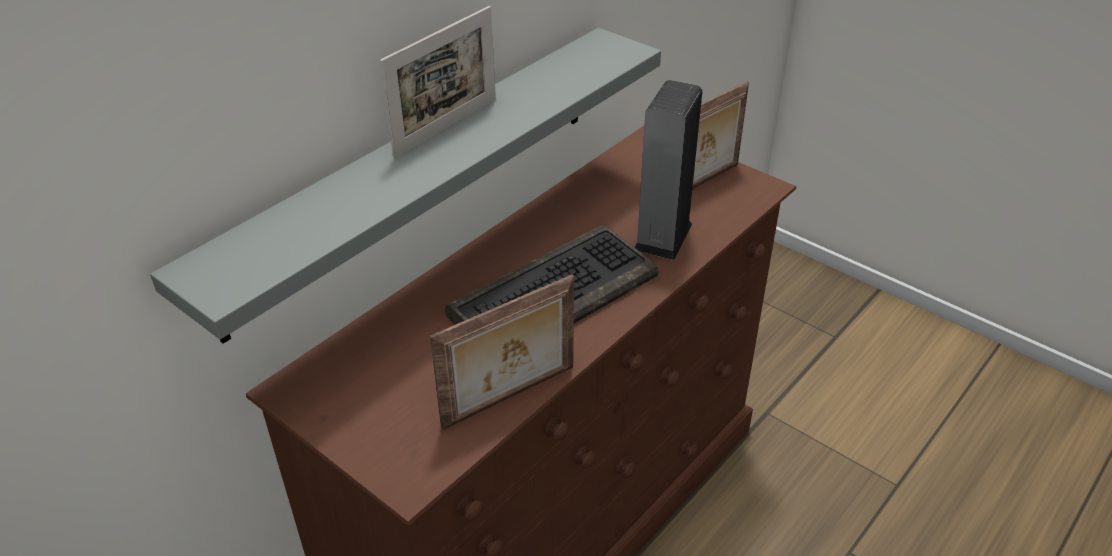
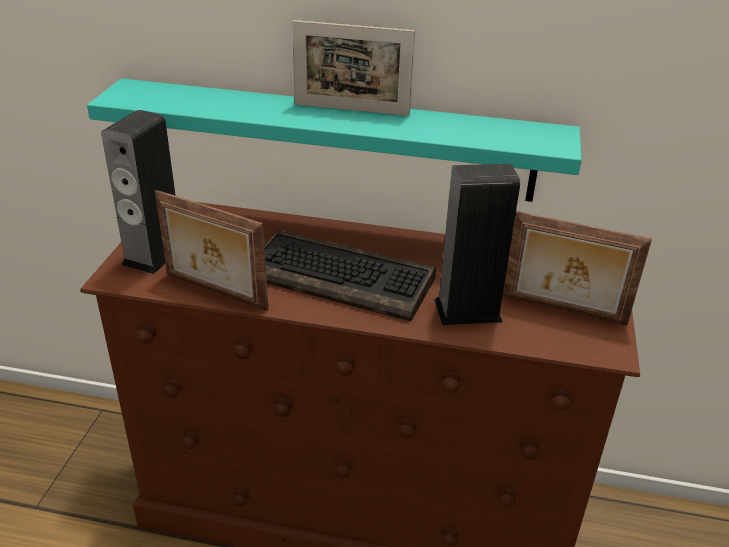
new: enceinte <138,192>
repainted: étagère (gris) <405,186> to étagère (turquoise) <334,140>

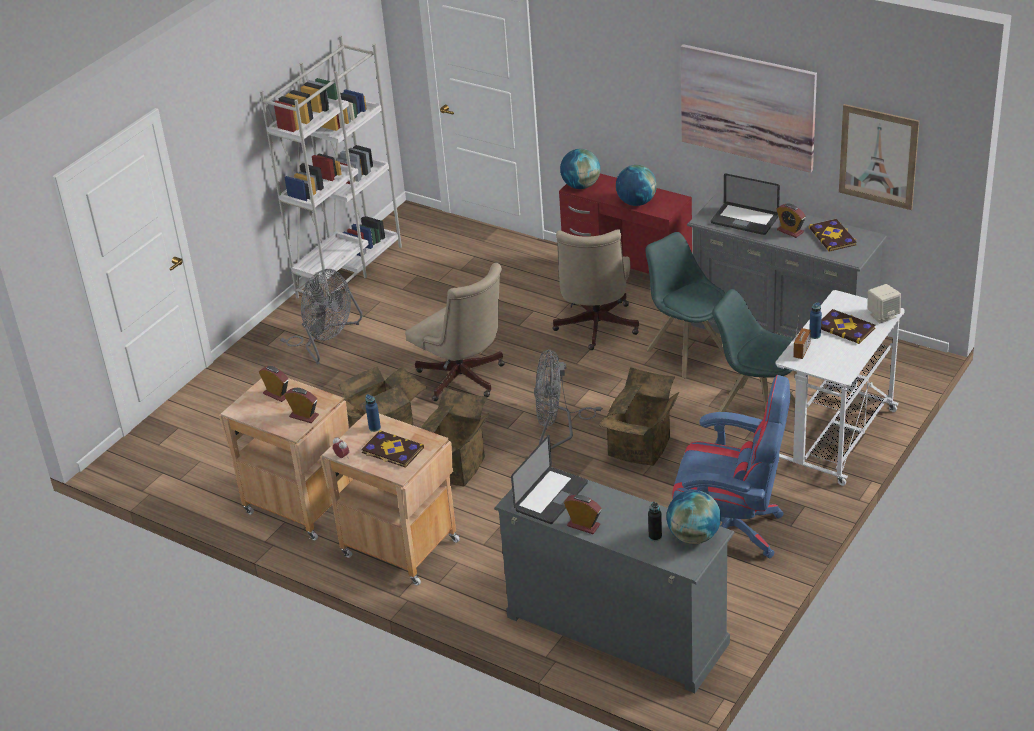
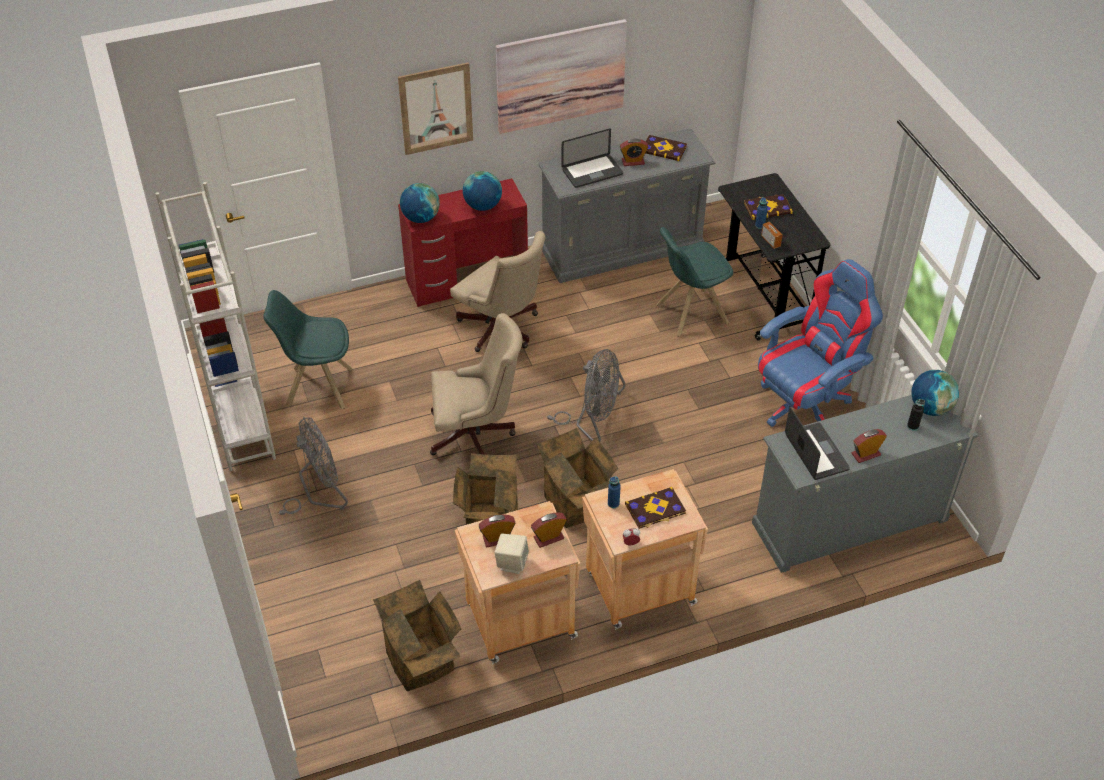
shifted: carton <639,416> to <417,635>; chaise (turquoise) <685,305> to <307,349>; tableau <879,157> to <435,108>; enceinte (beige) <884,303> to <512,554>
repainted: bureau (blanc) <840,388> to bureau (noir) <774,256>
rotated: ventilateur (gris) <568,399> = <586,395> 105 degrees counterclockwise

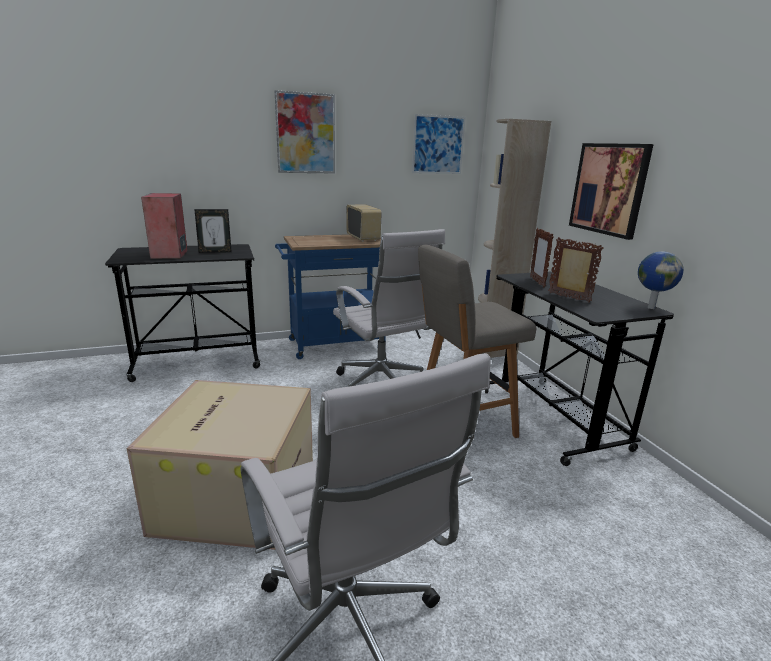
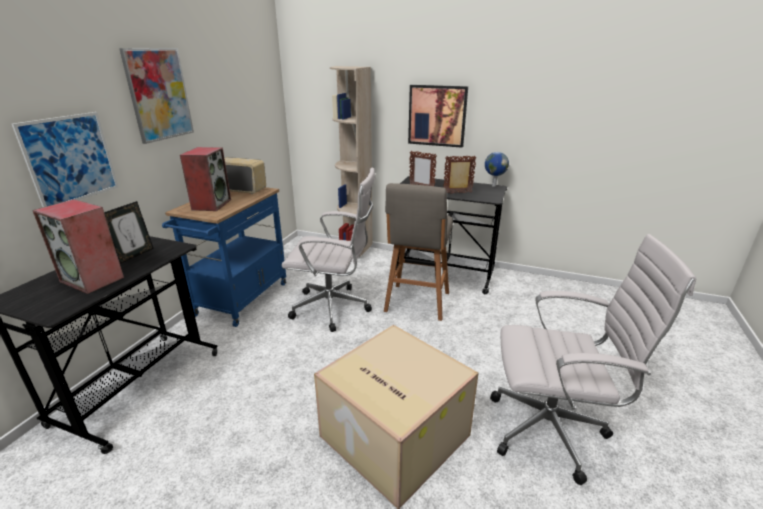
new: enceinte <205,179>
shifted: tableau <439,144> to <65,159>

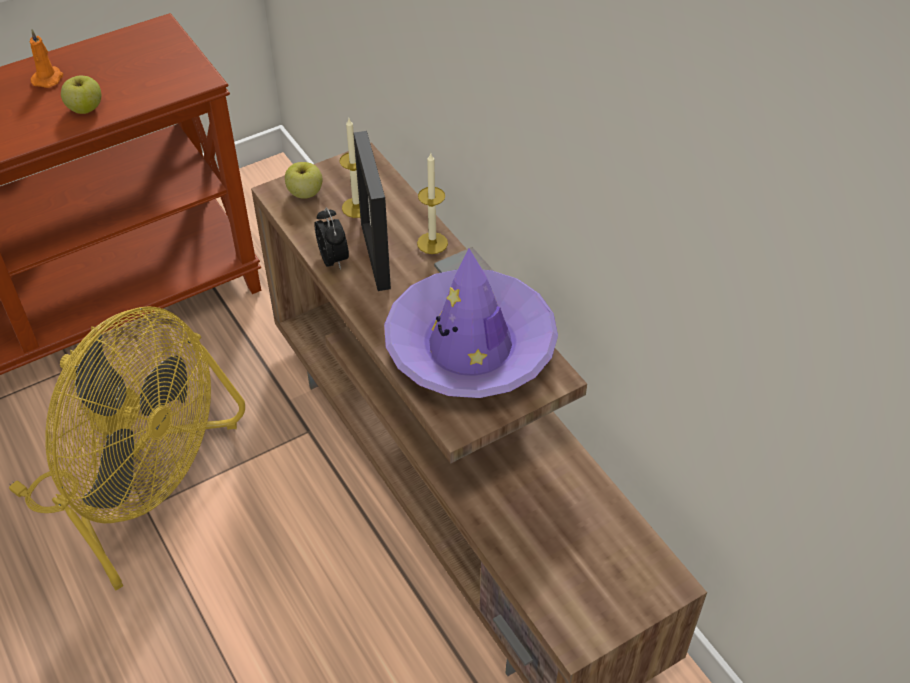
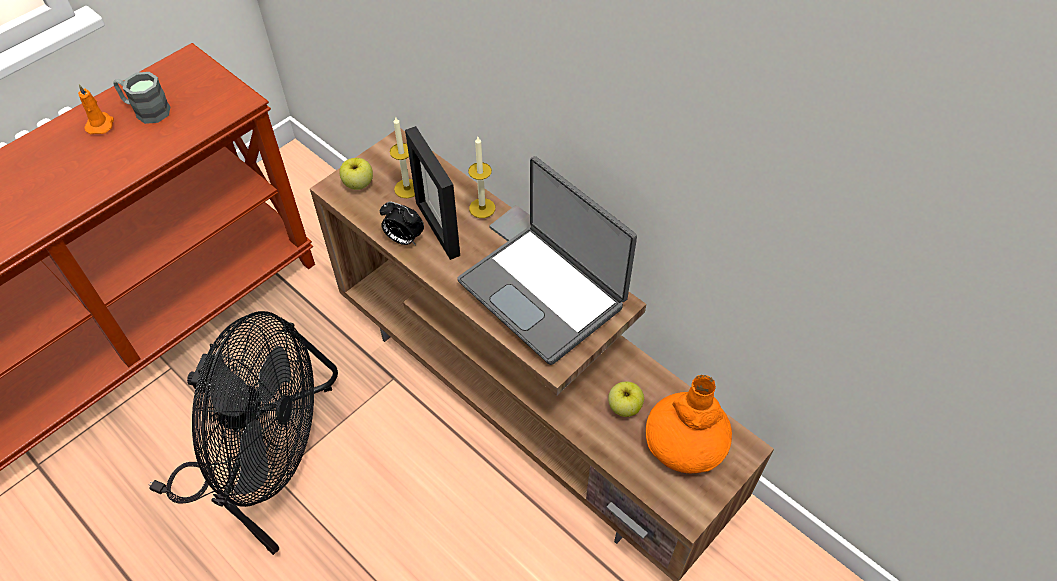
new: mug (gris) <141,98>; vase (orange) <689,424>
shifted: pomme <81,95> to <626,399>
swapped: chapeau (violet) <471,323> to ordinateur portable <547,260>
repainted: ventilateur (jaune) <127,448> to ventilateur (noir) <243,433>
rotated: réveil <331,238> = <402,223> 150 degrees clockwise

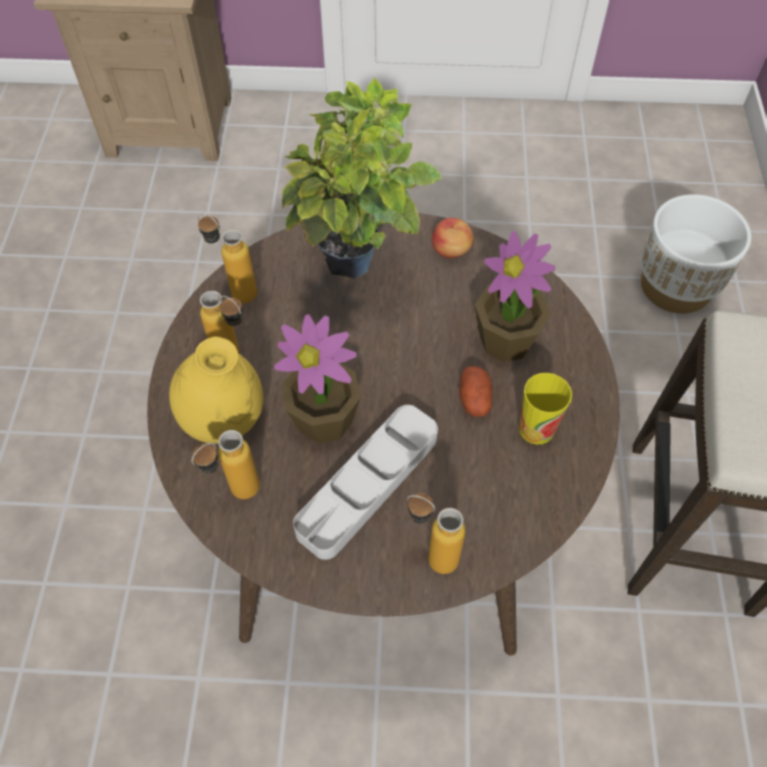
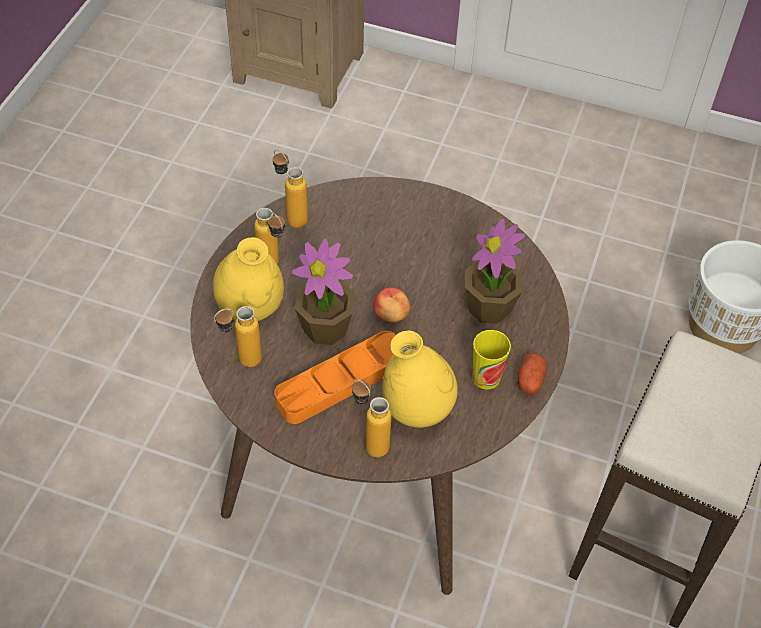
gone: plante en pot <362,178>
new: vase (jaune) <420,379>
shifted: pomme <453,238> to <391,305>; pomme de terre <475,391> to <532,373>
repainted: plateau (gris) <365,482> to plateau (orange) <334,377>

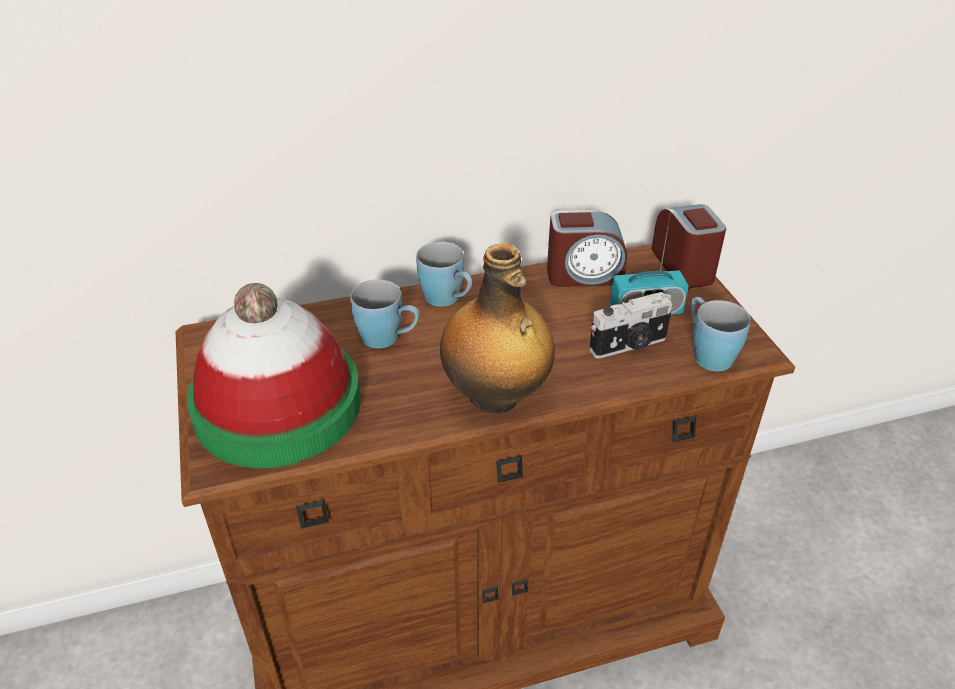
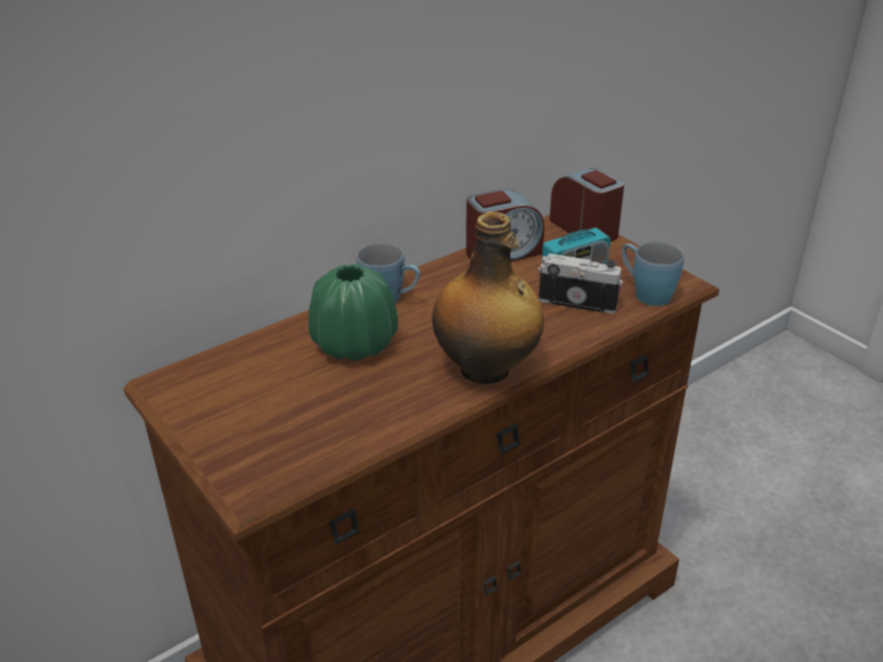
gone: chapeau <274,375>
swapped: mug (bleu) <384,313> to vase (vert) <353,312>
rotated: appareil photo <631,325> = <580,283> 120 degrees counterclockwise

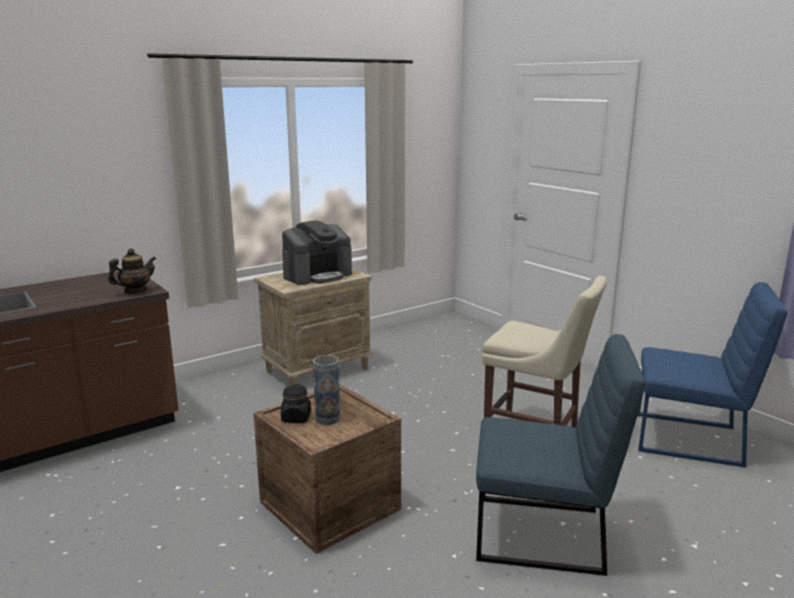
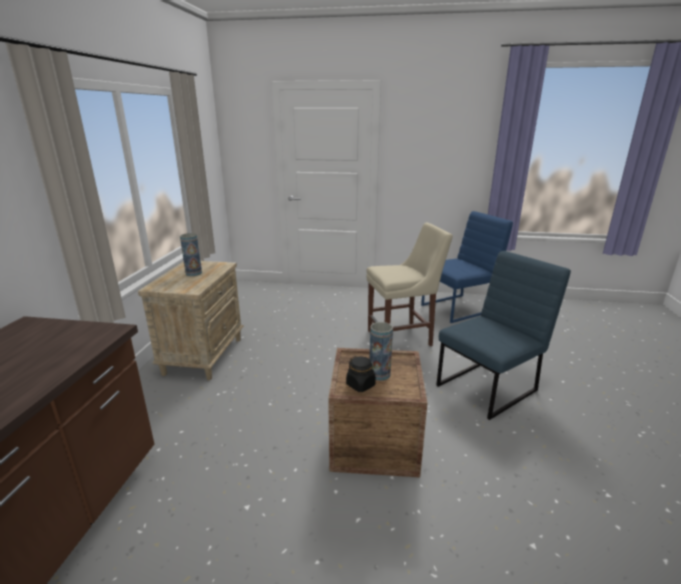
gone: théière <132,270>
swapped: machine à café <317,252> to vase <191,254>

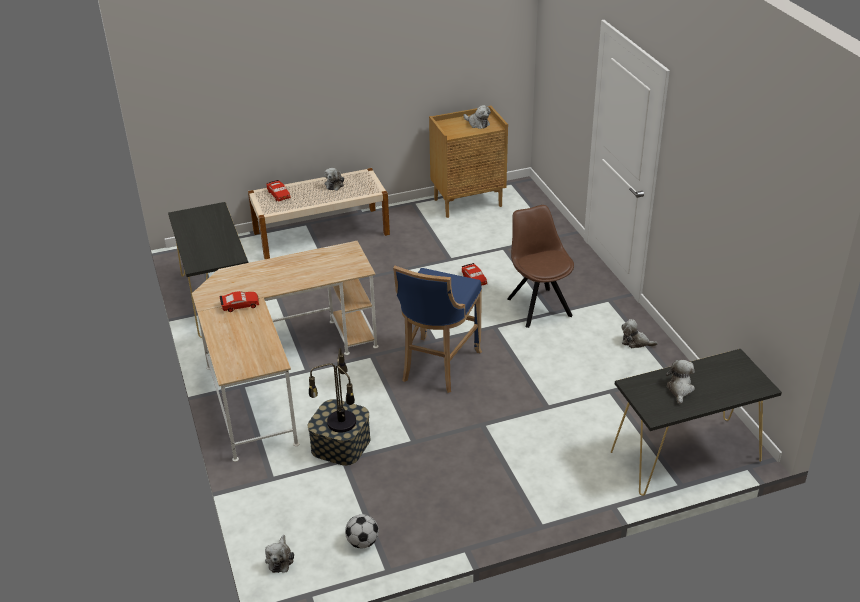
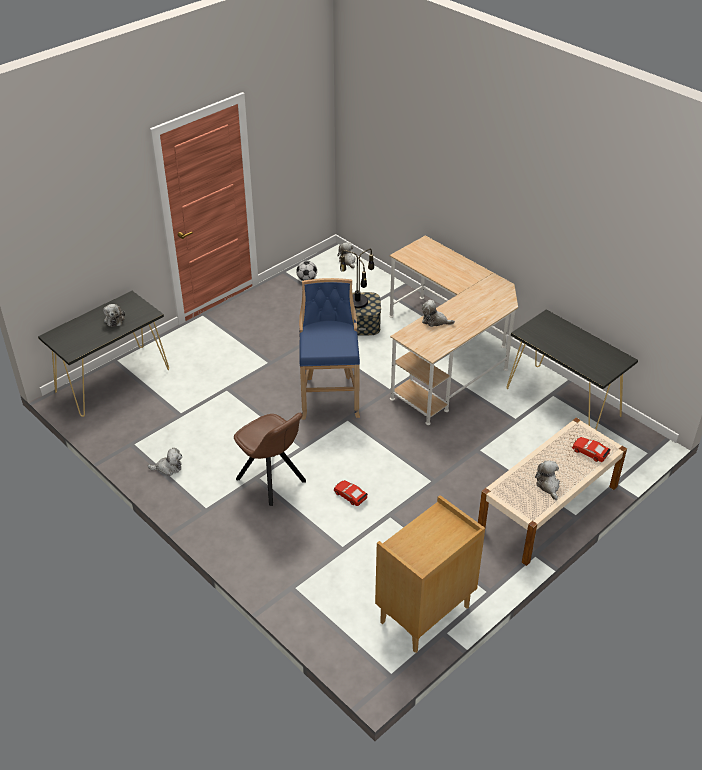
gone: petite voiture (rouge) <239,301>
shifted: peluche <477,117> to <438,313>

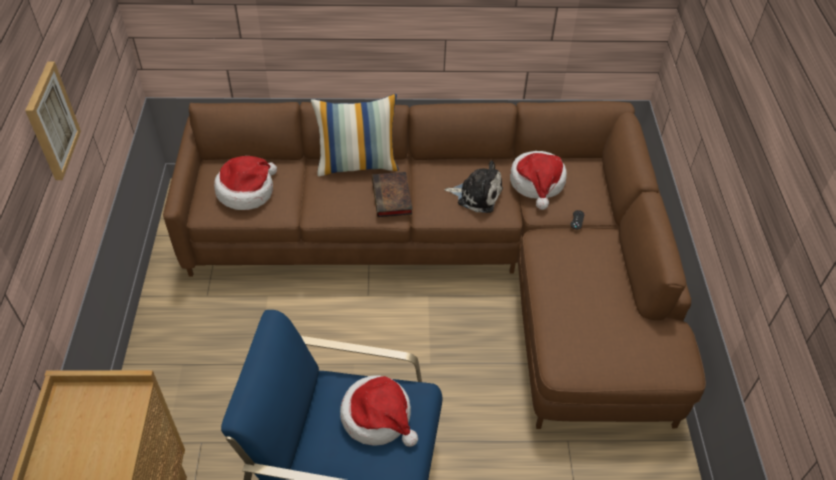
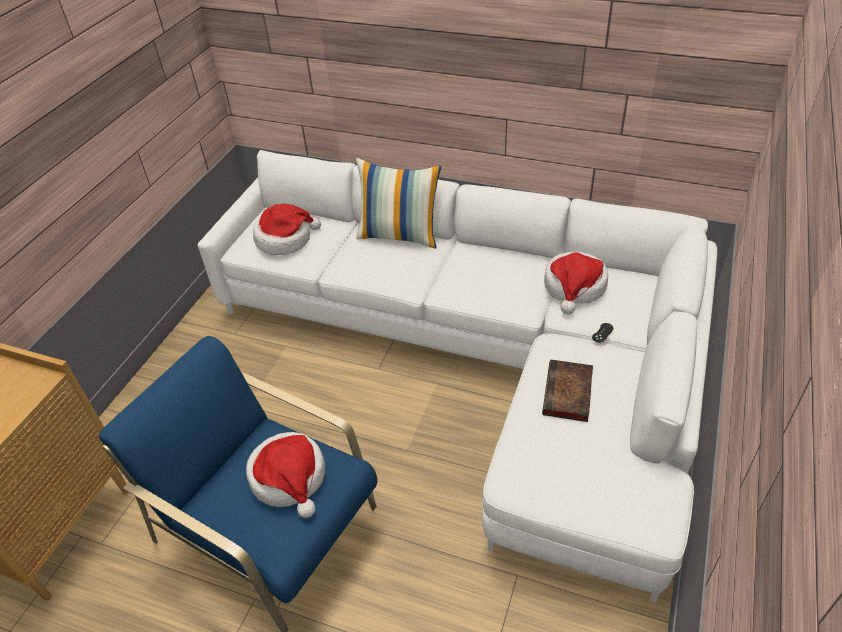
gone: tableau <53,120>; peluche <473,186>
shifted: livre <392,194> to <567,391>
repainted: canapé (marron) <434,265> to canapé (blanc) <457,376>

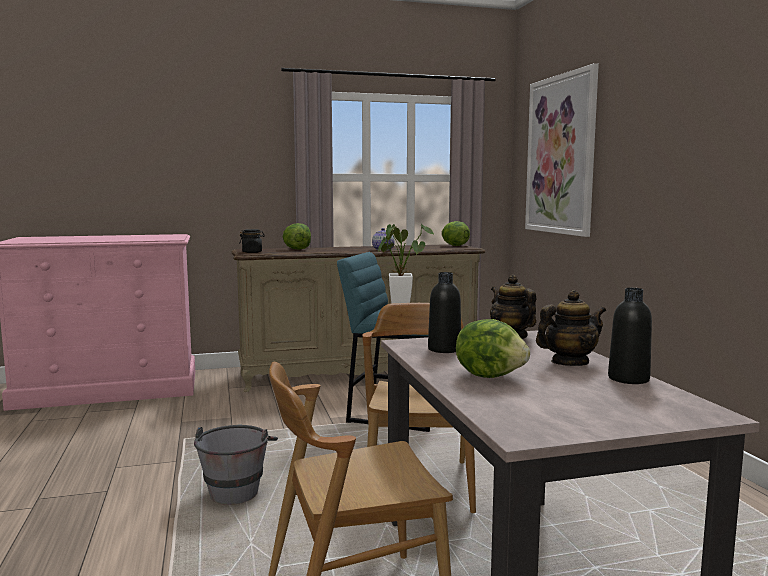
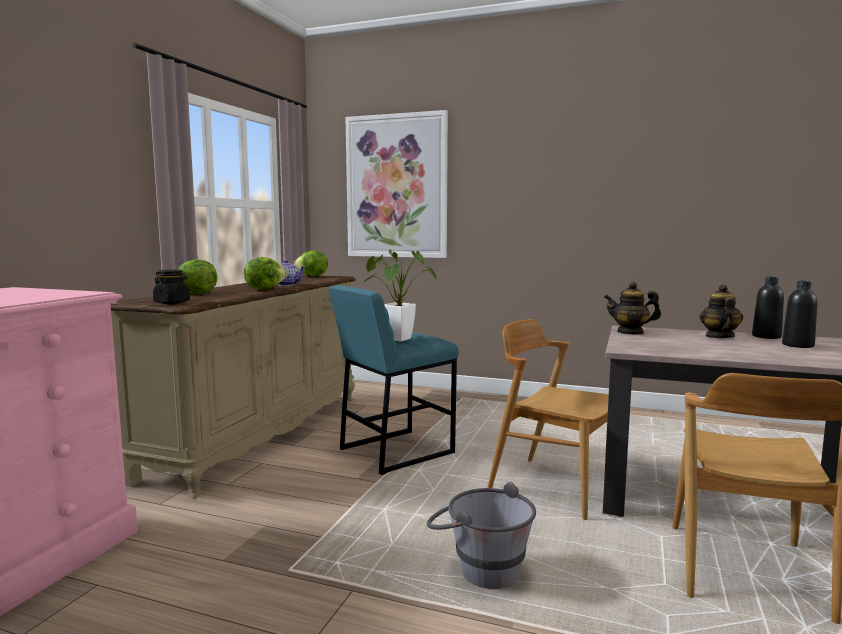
shifted: bouteille (noir) <444,312> to <800,314>; laitue <493,348> to <265,273>

